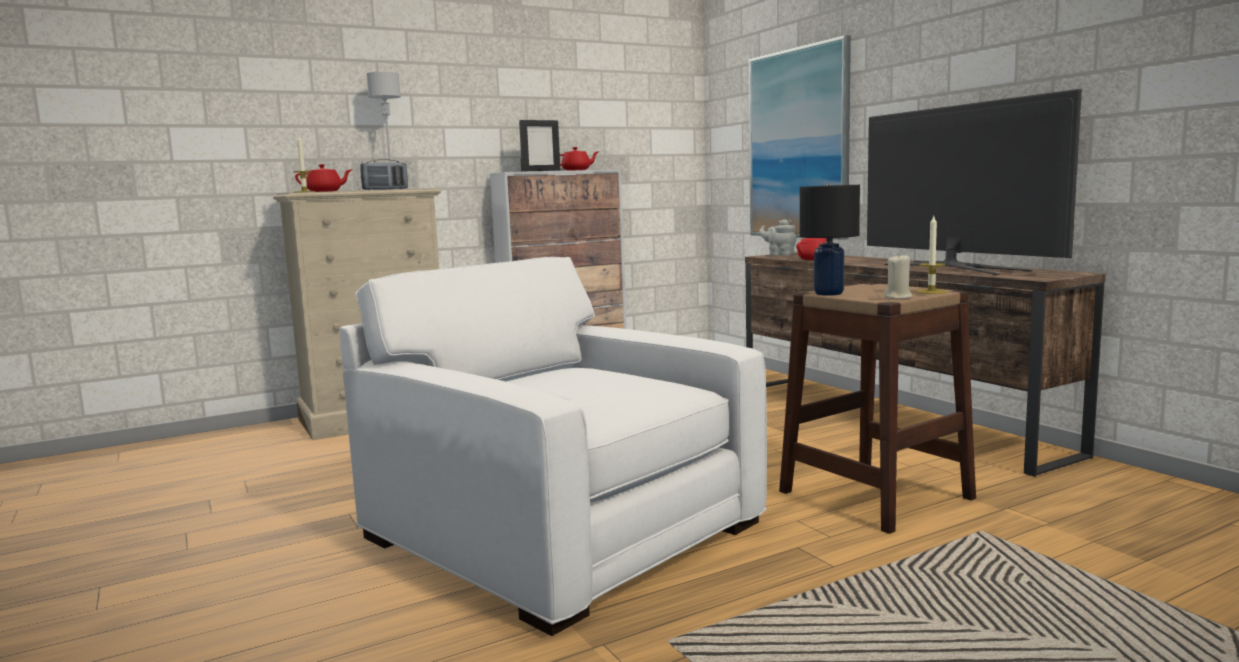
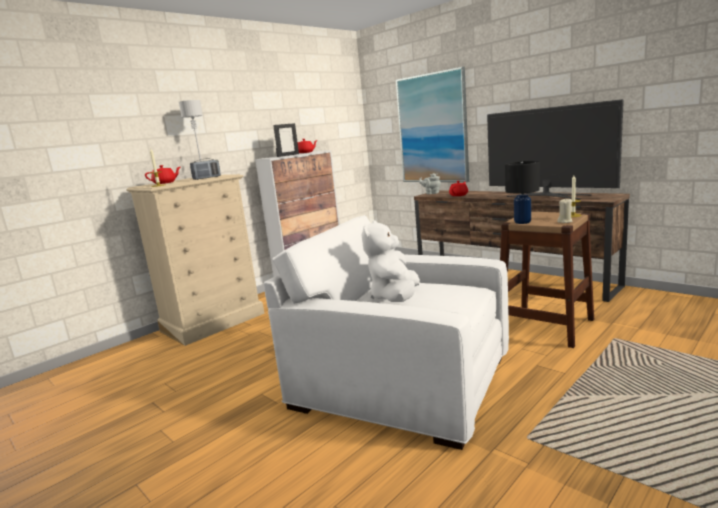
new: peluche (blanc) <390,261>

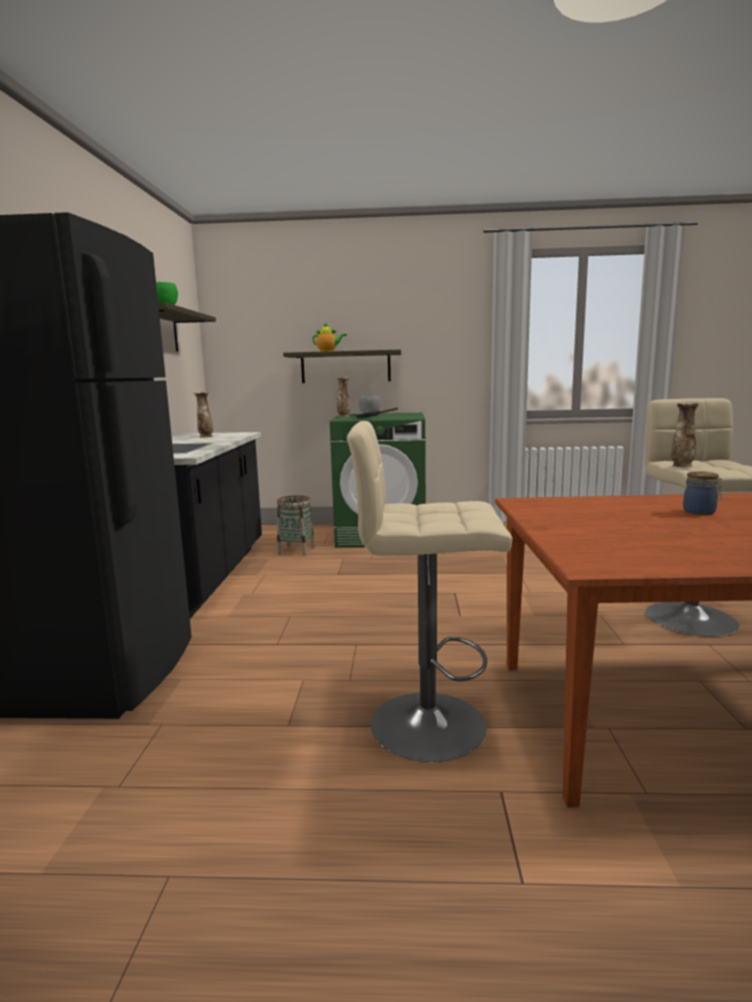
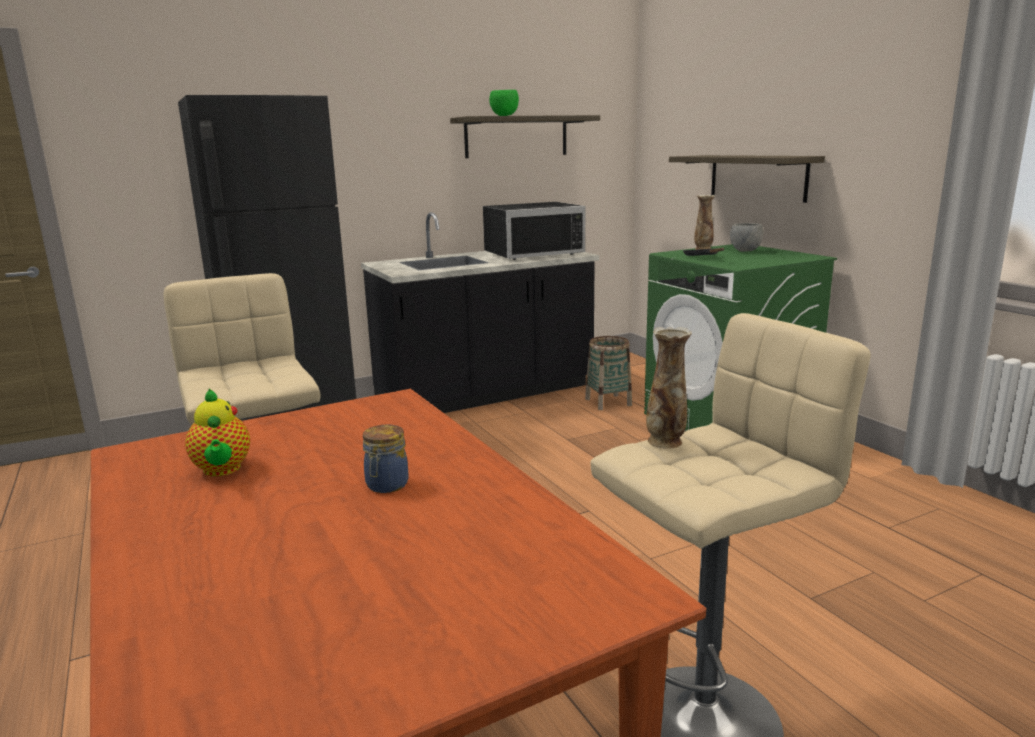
shifted: théière <329,337> to <217,432>
swapped: vase <203,415> to micro-ondes (noir) <534,231>

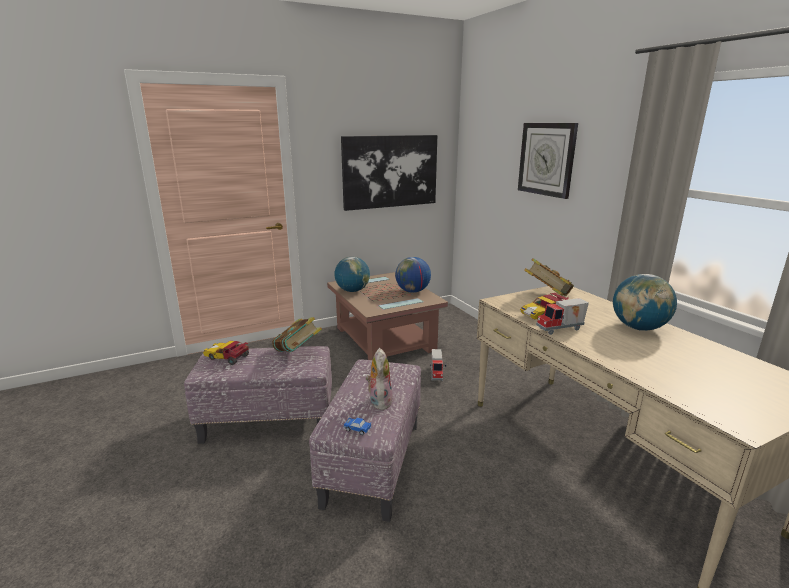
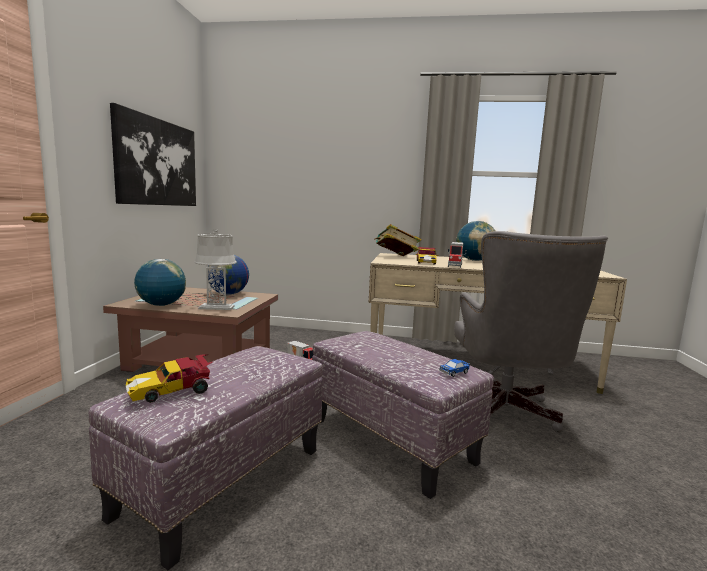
gone: livre <297,334>; peluche <379,379>; horloge murale <548,161>
new: lampe de table (gris) <215,269>; chaise de bureau (gris) <531,332>

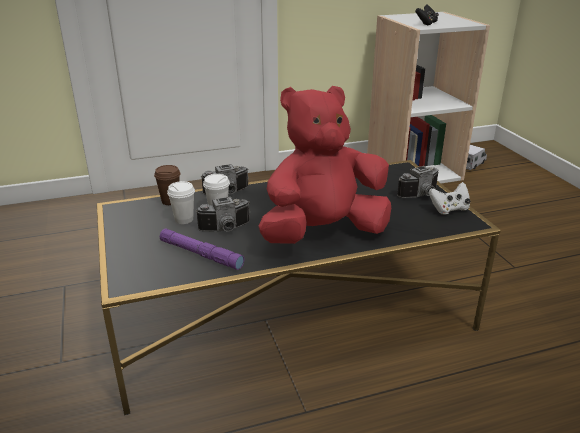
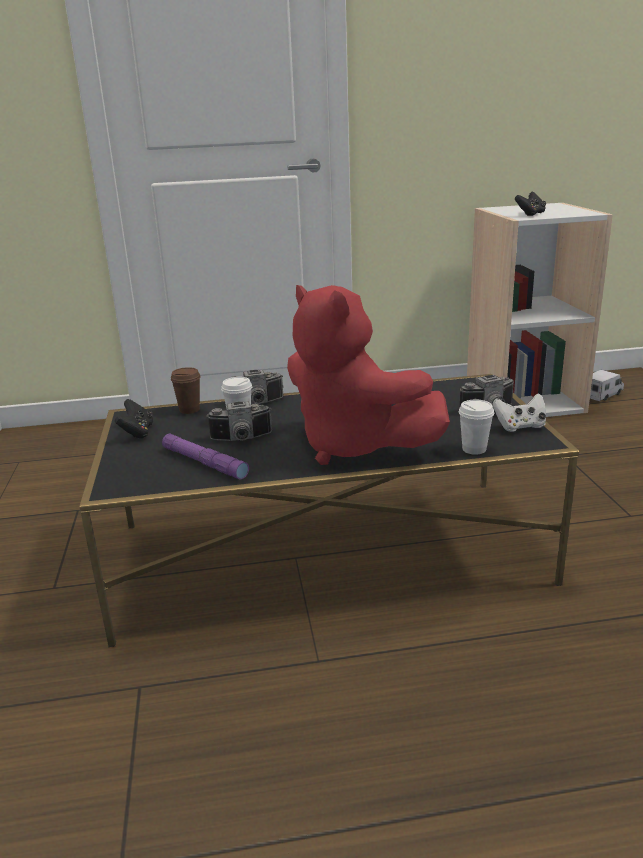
new: manette (noir) <134,418>
shifted: tasse (blanc) <181,202> to <476,427>
rotated: peluche (rouge) <324,165> = <368,375> 120 degrees counterclockwise

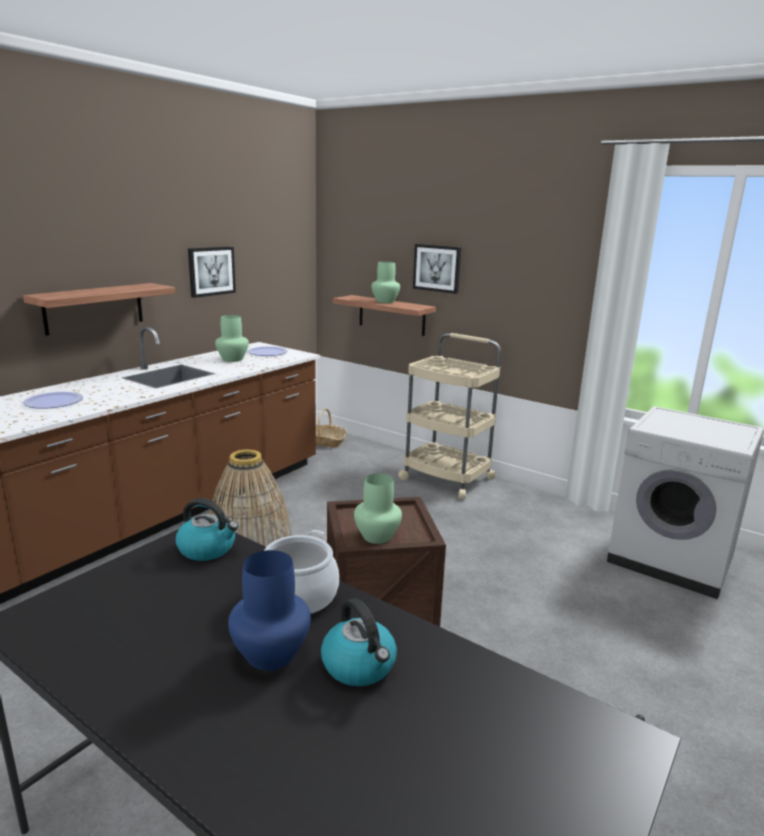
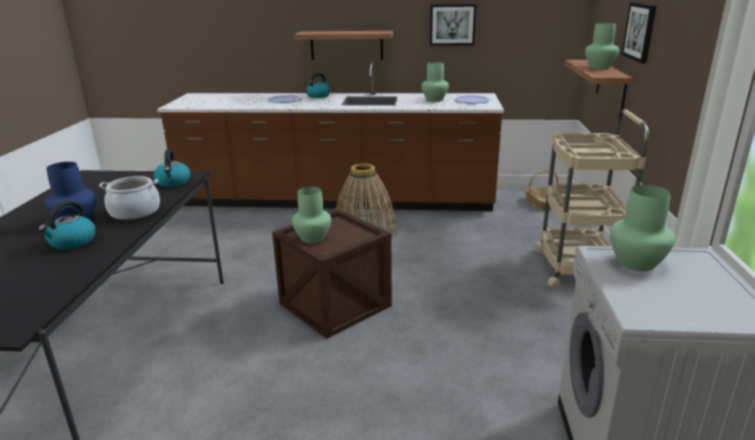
new: bouilloire <318,85>; vase (vert) <642,228>

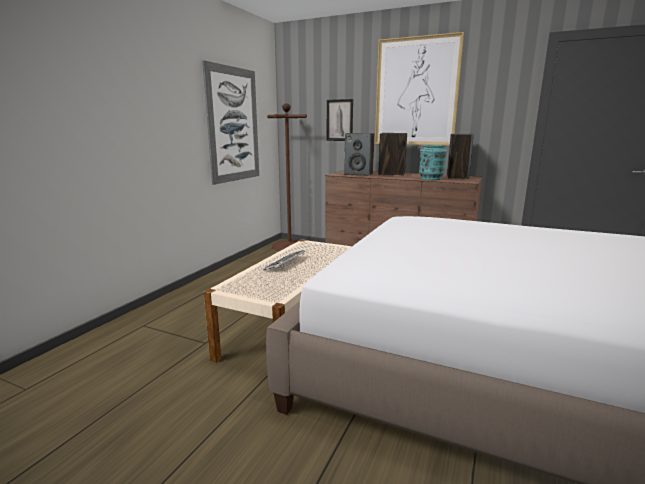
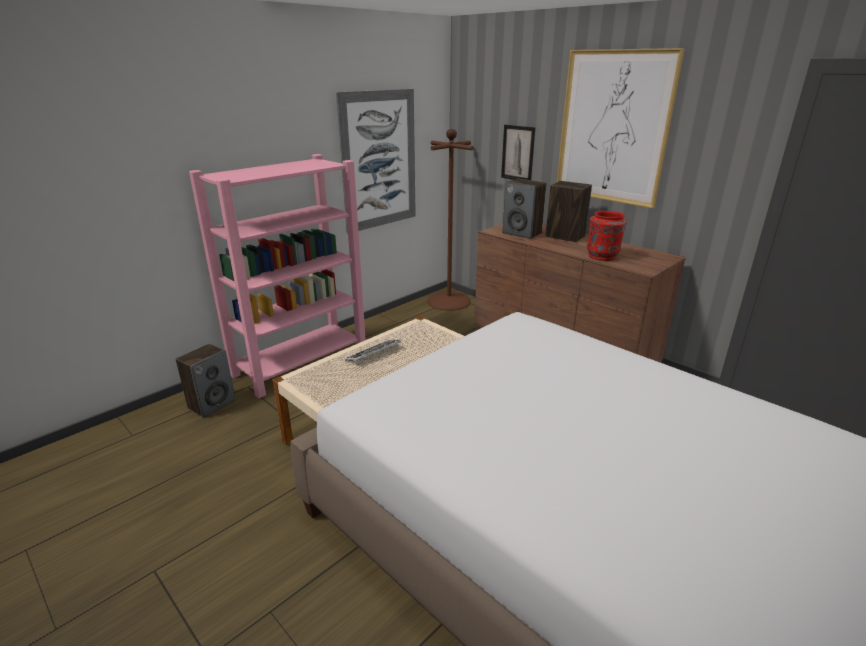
new: bibliothèque (rose) <277,276>
shifted: enceinte <460,156> to <206,381>
repainted: vase (turquoise) <433,162> to vase (rouge) <607,236>

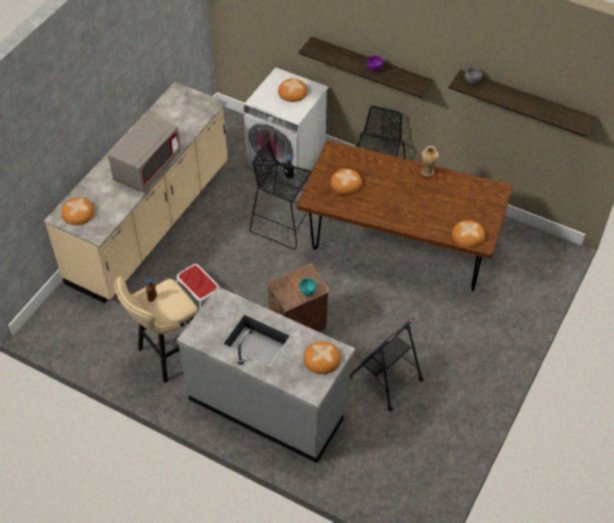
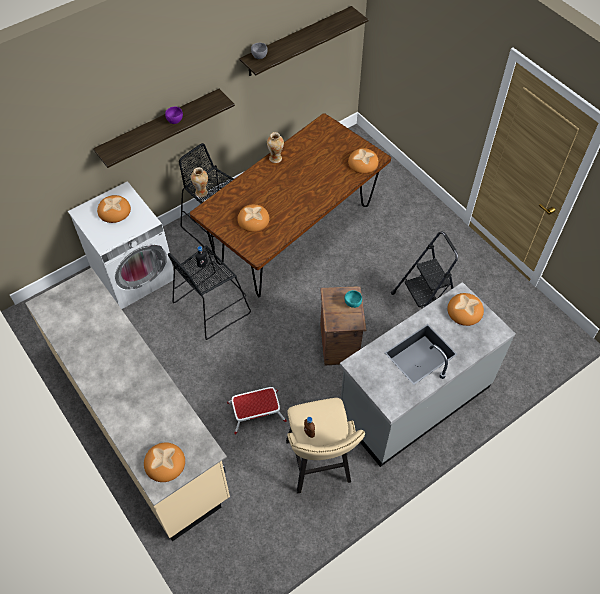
gone: micro-ondes (gris) <144,153>
new: vase <199,182>

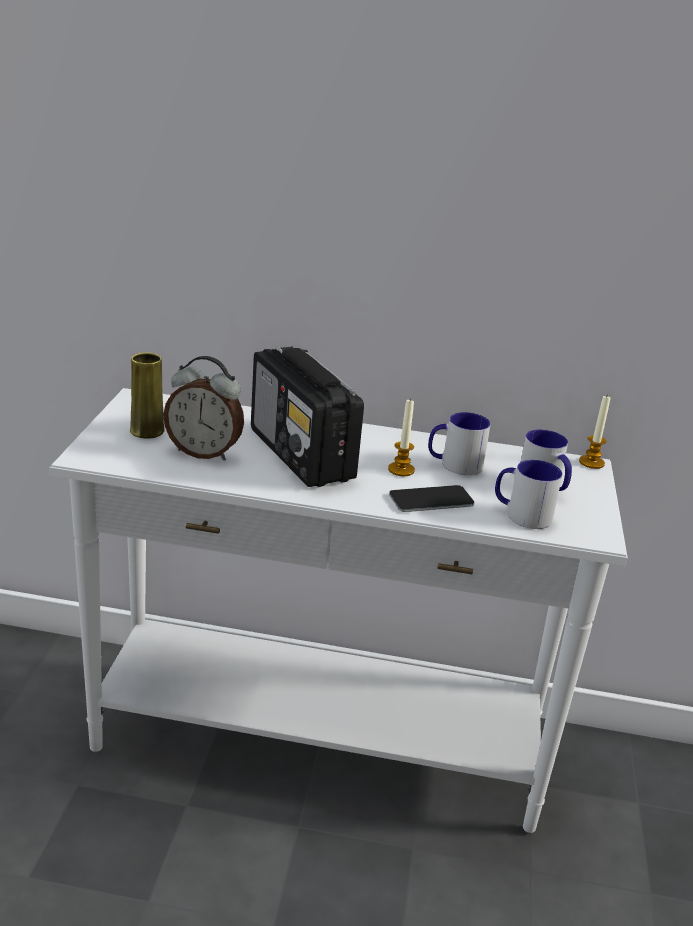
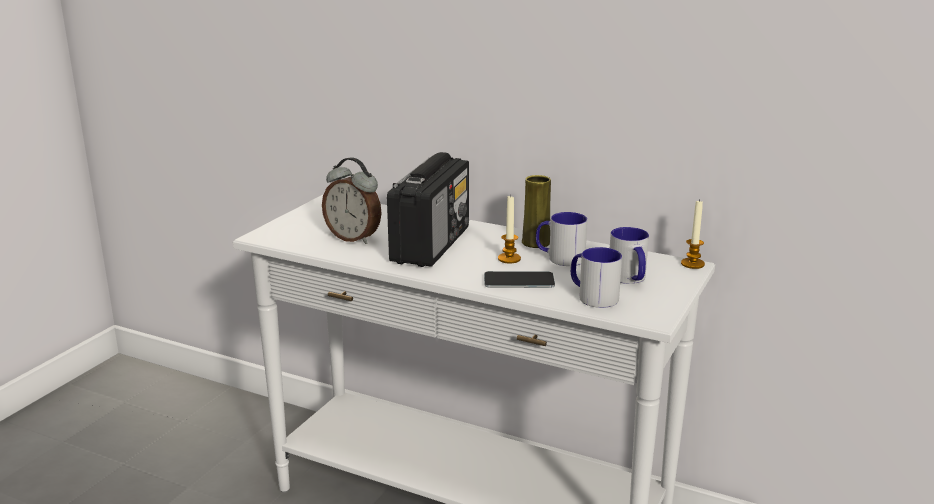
shifted: vase (jaune) <147,395> to <536,211>
rotated: radio <307,416> = <428,209> 150 degrees counterclockwise

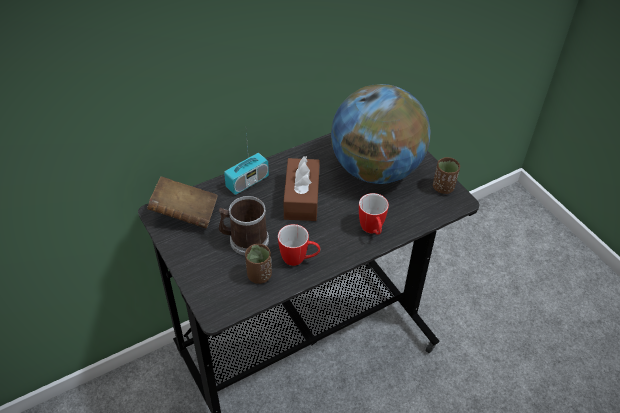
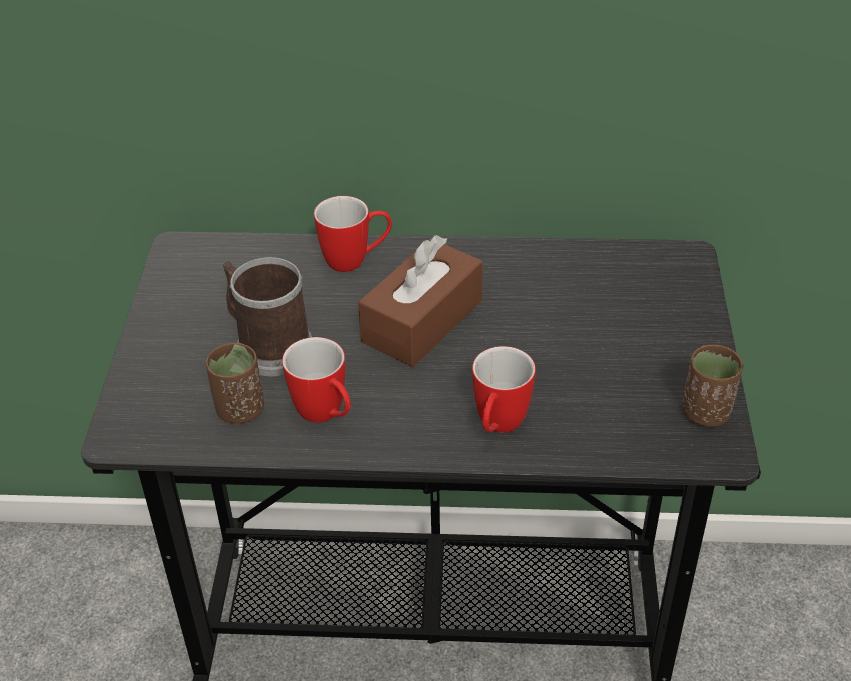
gone: livre (marron) <182,202>; globe <381,134>
swapped: radio <246,164> to mug <353,234>

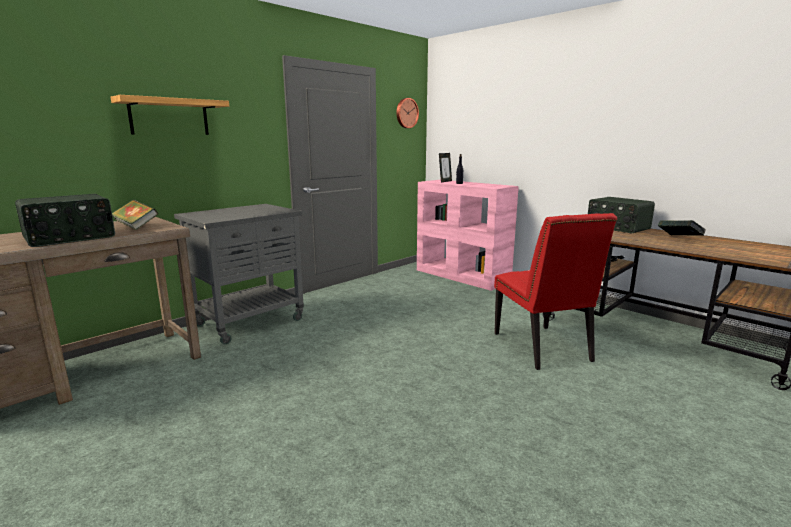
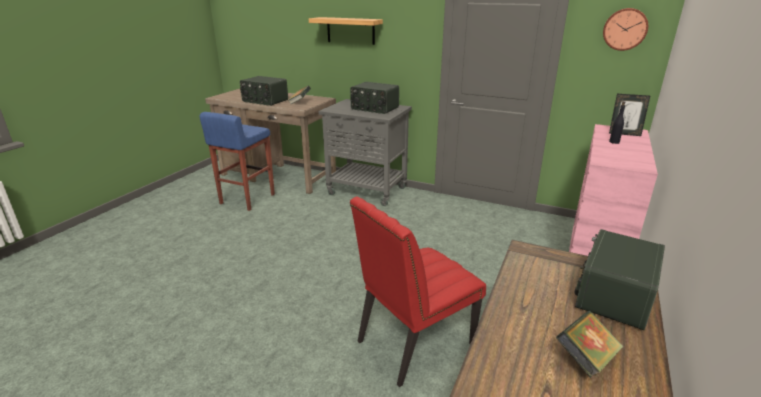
new: tabouret (bleu) <237,161>; radio <374,98>

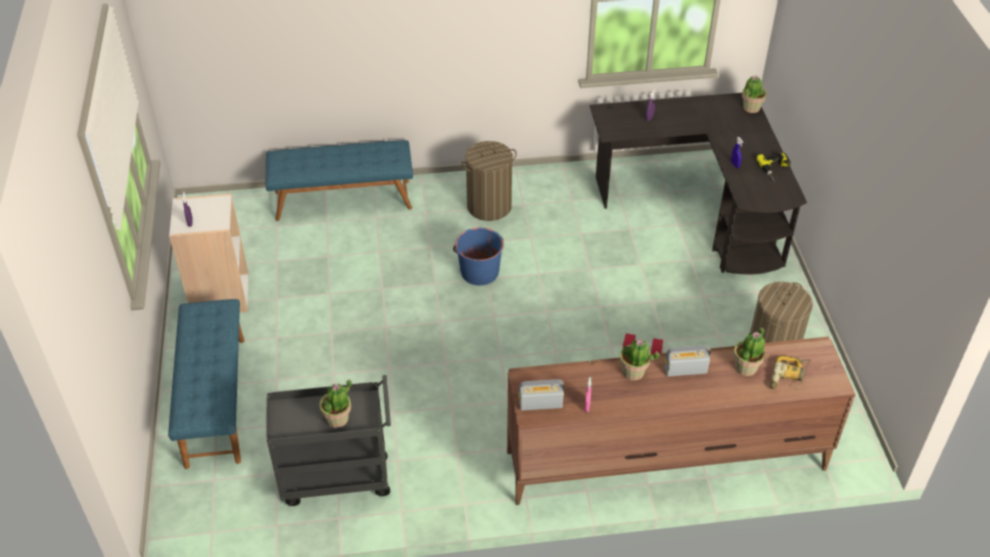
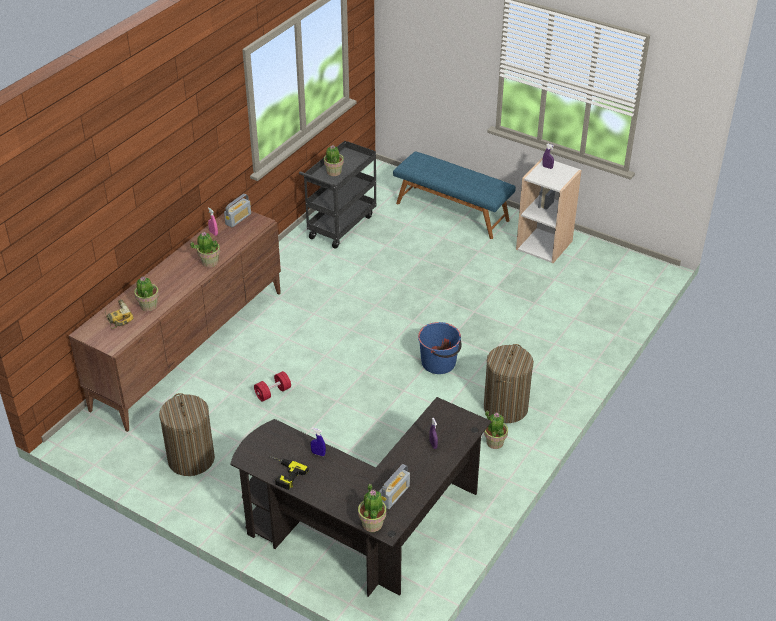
gone: banc (bleu) <339,180>
new: plante en pot <496,429>
shifted: radio <687,361> to <394,486>

